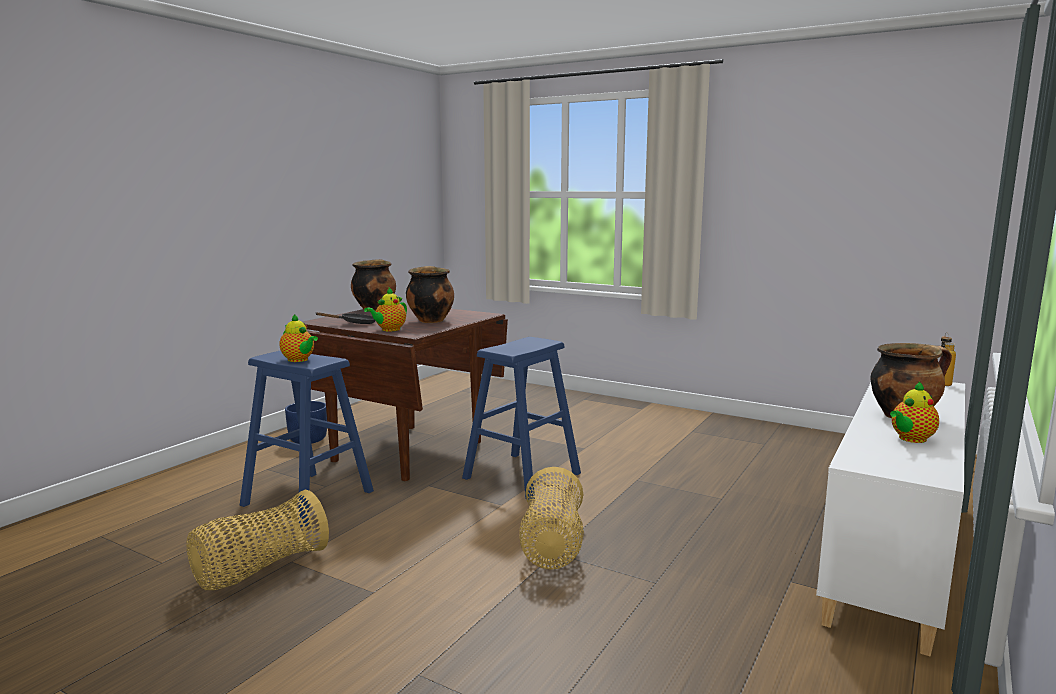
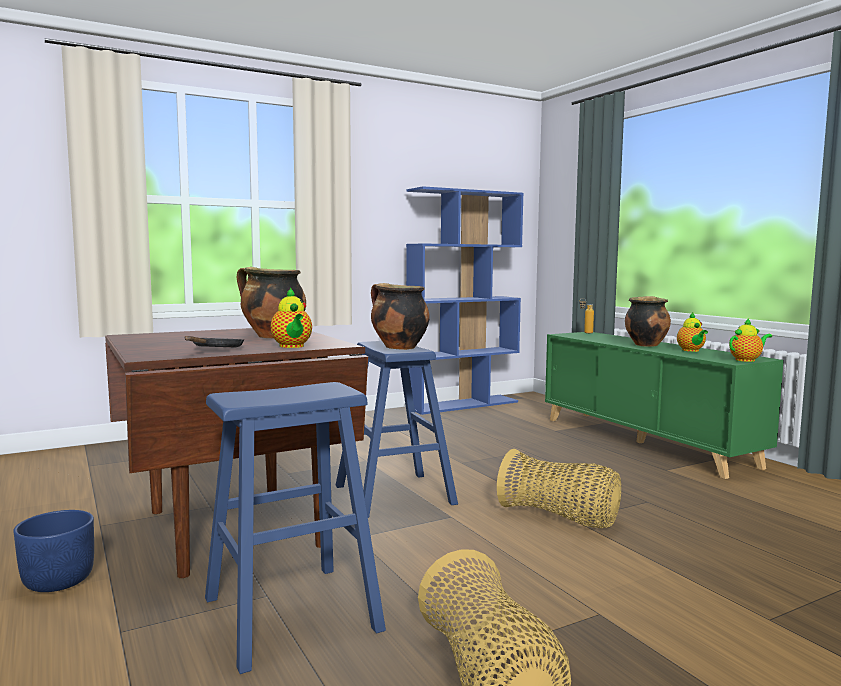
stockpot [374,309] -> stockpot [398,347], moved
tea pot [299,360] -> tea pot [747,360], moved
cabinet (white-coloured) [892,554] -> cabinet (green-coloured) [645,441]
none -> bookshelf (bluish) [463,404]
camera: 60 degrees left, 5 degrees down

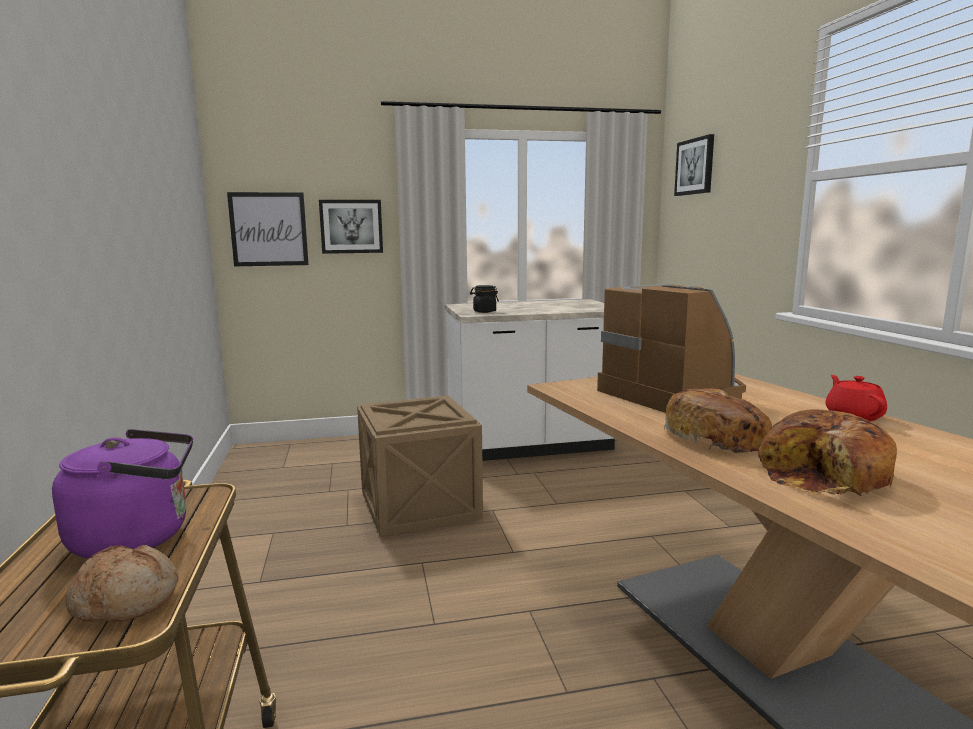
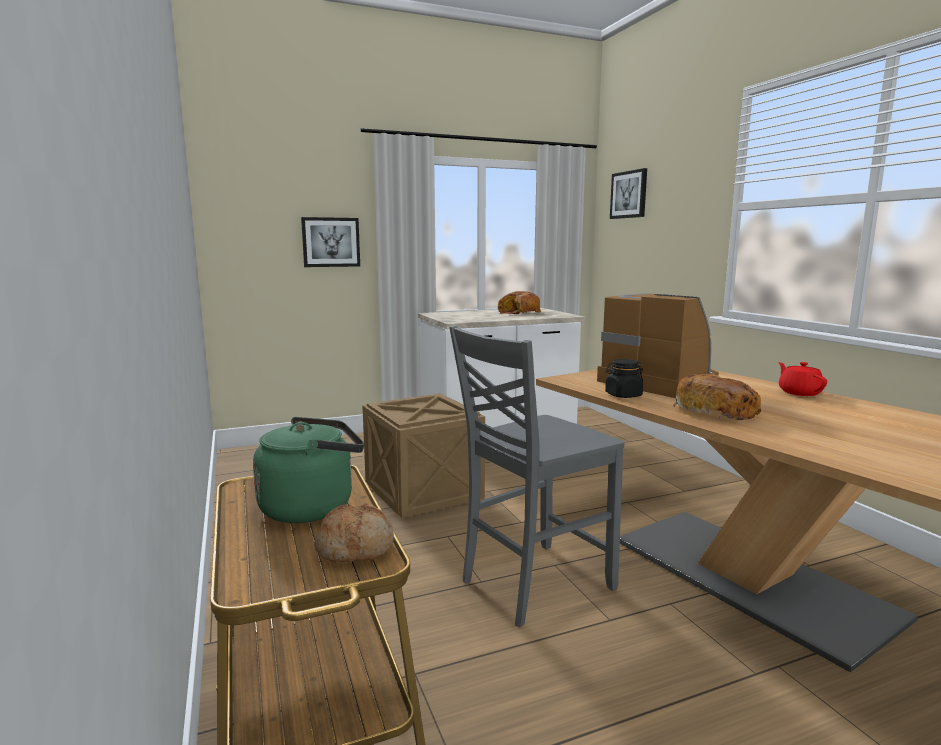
picture [269,229] -> none
jar (black-coloured) [484,311] -> jar (black-coloured) [623,395], moved
baked bread [826,476] -> baked bread [519,313], moved
kettle (purple-coloured) [138,537] -> kettle (green-coloured) [313,506]
none -> upright chair (greyish) [533,584]
camera: 10 degrees left, 0 degrees up

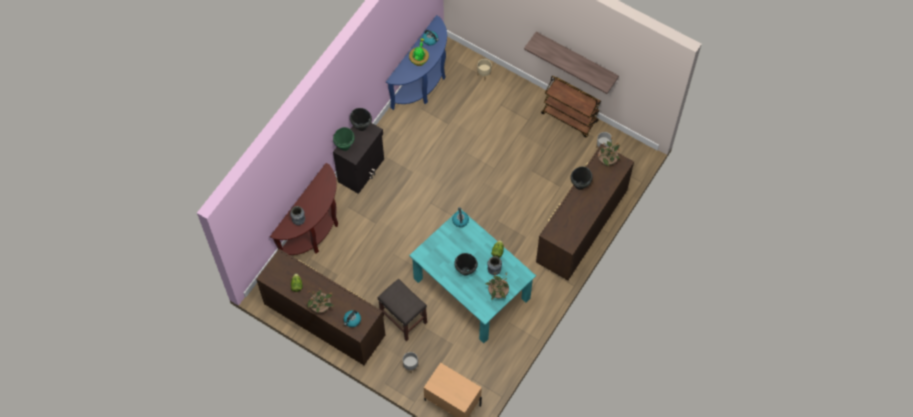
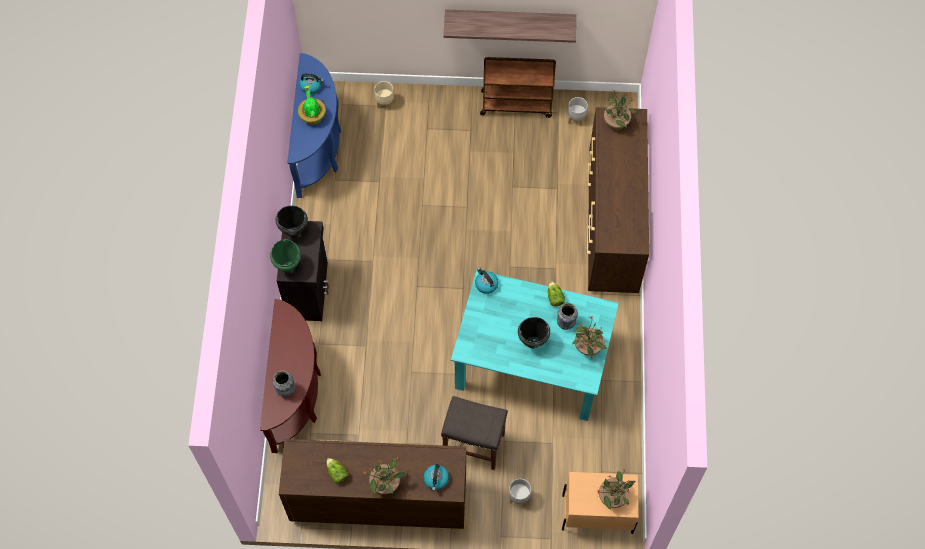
stockpot (black-coloured) [579,185] -> none
none -> houseplant [613,497]
camera: 30 degrees left, 0 degrees up

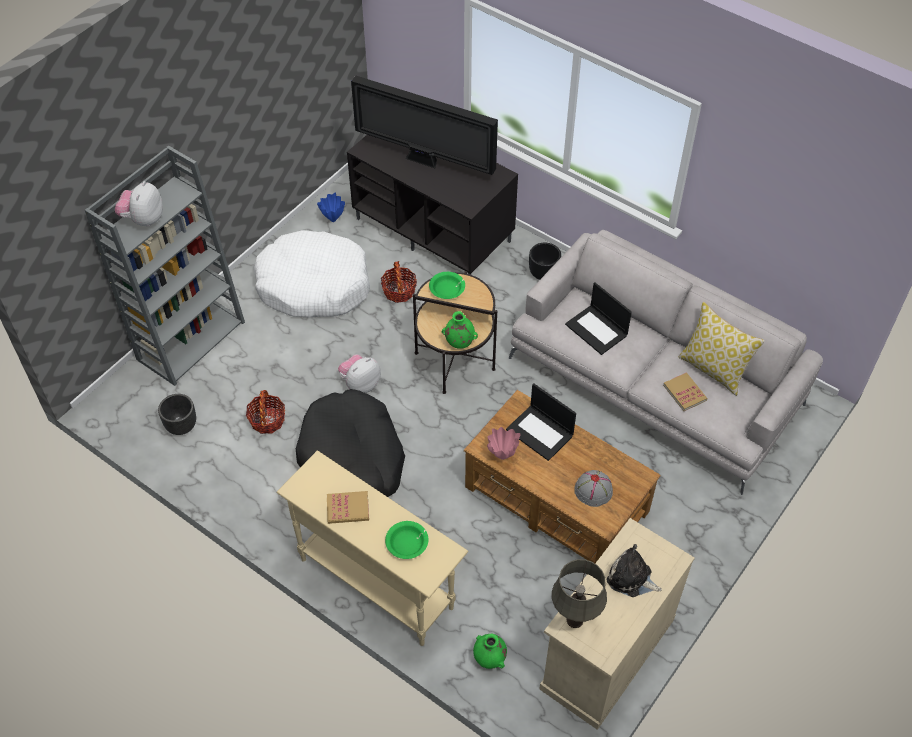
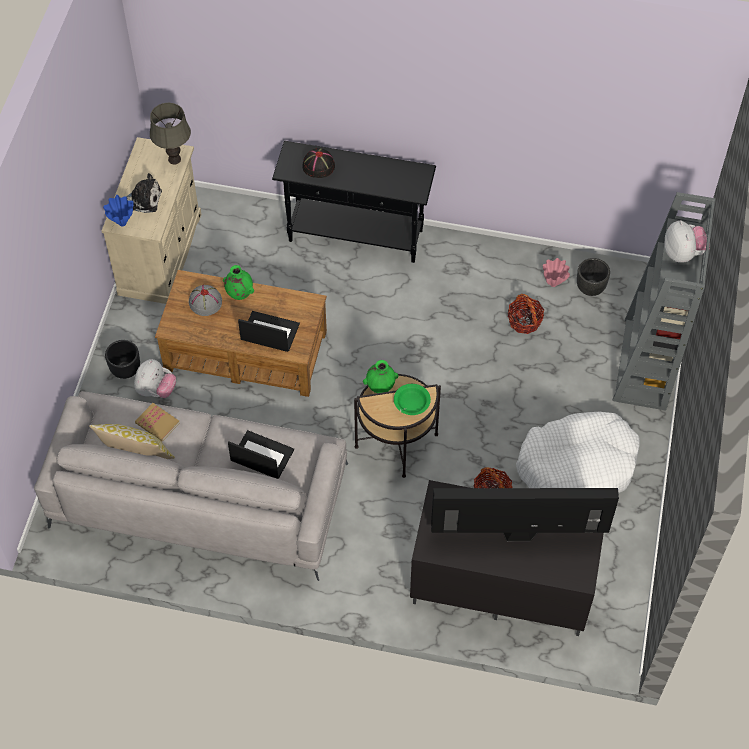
vase (bluish) [333,220] -> vase (bluish) [122,223], moved
plant pot (black-coloured) [544,274] -> plant pot (black-coloured) [125,370], moved
cuddly toy [360,384] -> cuddly toy [156,390], moved
dog cushion (black-coloured) [352,459] -> none
vase (pink) [502,456] -> vase (pink) [554,284], moved
narrow table (sand-coloured) [376,582] -> narrow table (black-coloured) [356,236]
volume [348,508] -> none
deep dish (green-coloured) [407,543] -> wearable hat (black-coloured) [318,166]
vase (green-coloured) [489,659] -> vase (green-coloured) [239,294], moved
camera: 155 degrees right, 5 degrees up

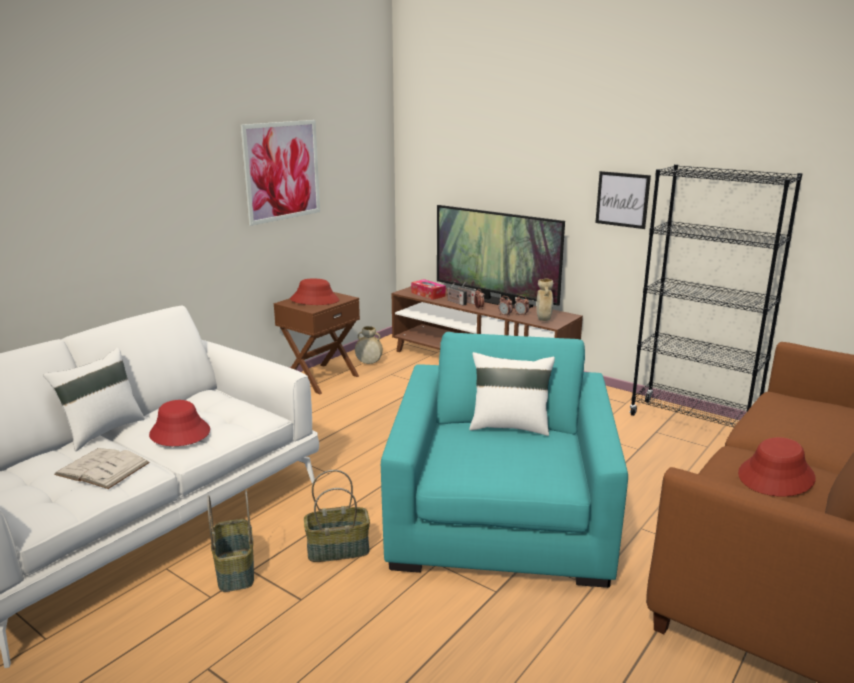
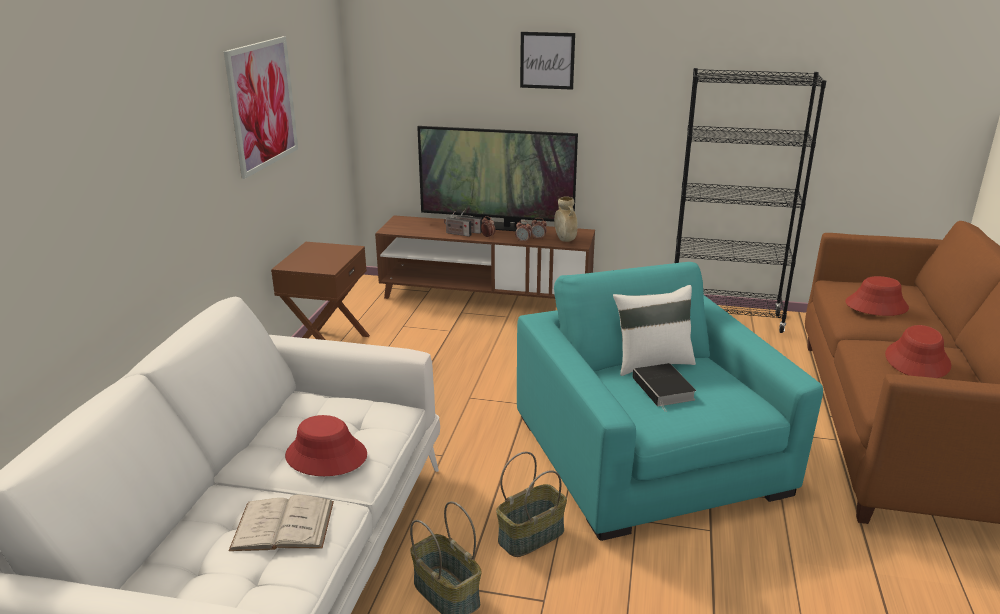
picture [622,199] -> picture [547,60], moved
wearable hat (red-coloured) [314,300] -> wearable hat (red-coloured) [876,306], moved
box of tissues [428,294] -> none
vase (sand-coloured) [368,363] -> none
pillow (white-coloured) [102,431] -> none
none -> volume [664,389]
camera: 25 degrees left, 5 degrees up

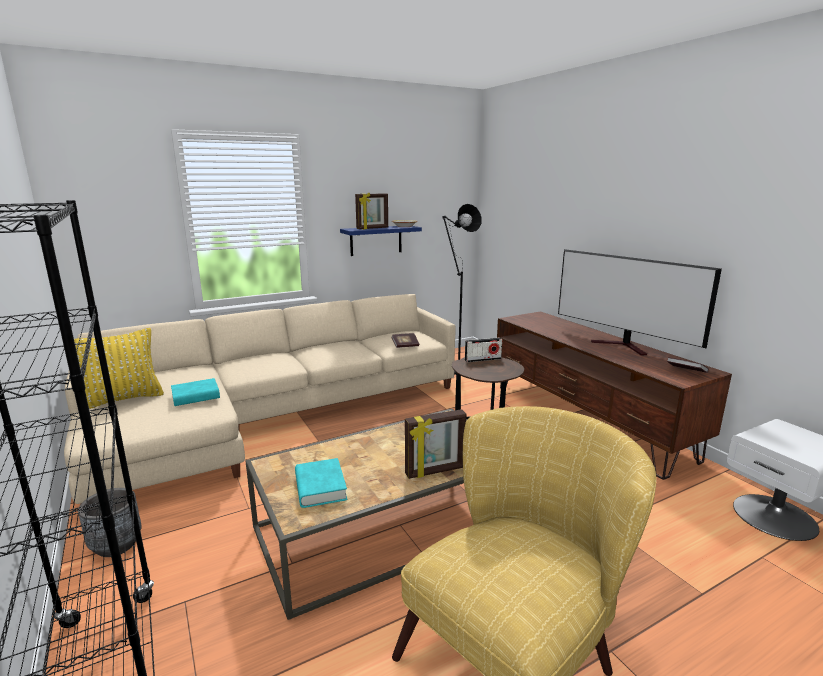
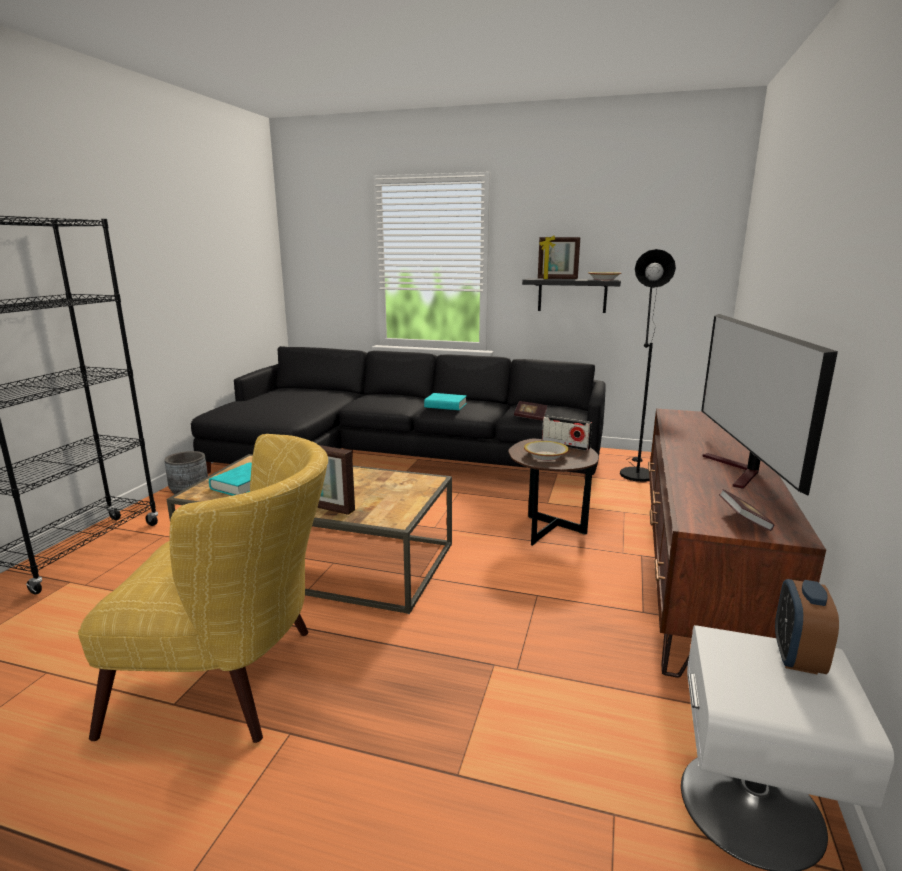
bracket shelf (bluish) [376,240] -> bracket shelf (black-coloured) [572,295]
couch (sand-coloured) [269,416] -> couch (black-coloured) [393,456]
pillow (yellowish) [122,399] -> none
volume (blue-green) [196,396] -> volume (blue-green) [445,405], moved
none -> deep dish [545,456]
none -> bedside clock [797,657]
camera: 45 degrees right, 0 degrees up

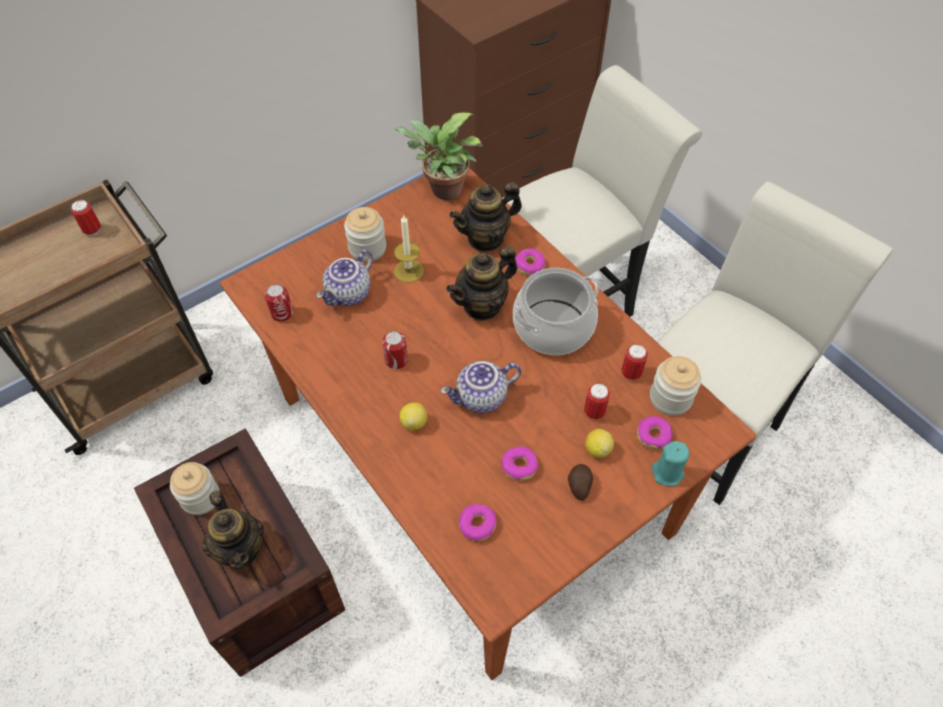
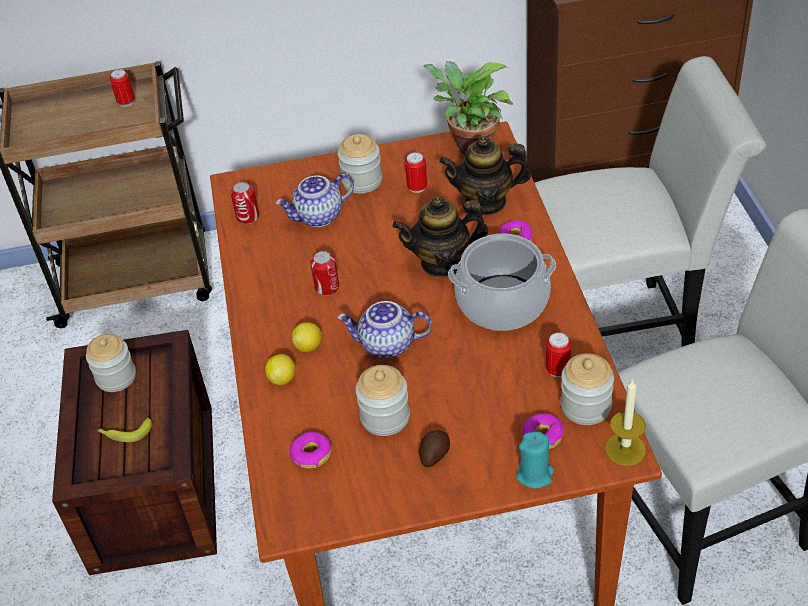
wax light [409,271] -> wax light [625,449], moved
can [594,412] -> can [417,187], moved
lemon [597,449] -> lemon [282,379], moved
ring doughnut [519,466] -> jar [385,417]
tea pot [240,548] -> banana fruit [125,433]
camera: 30 degrees right, 10 degrees down

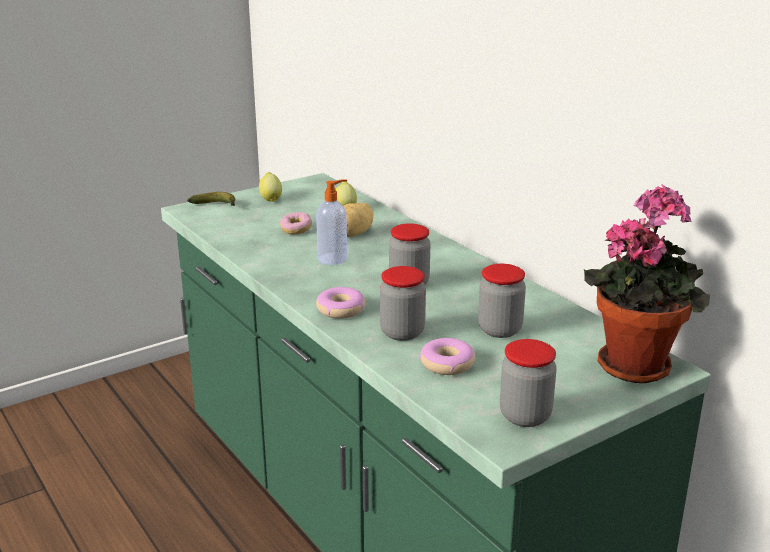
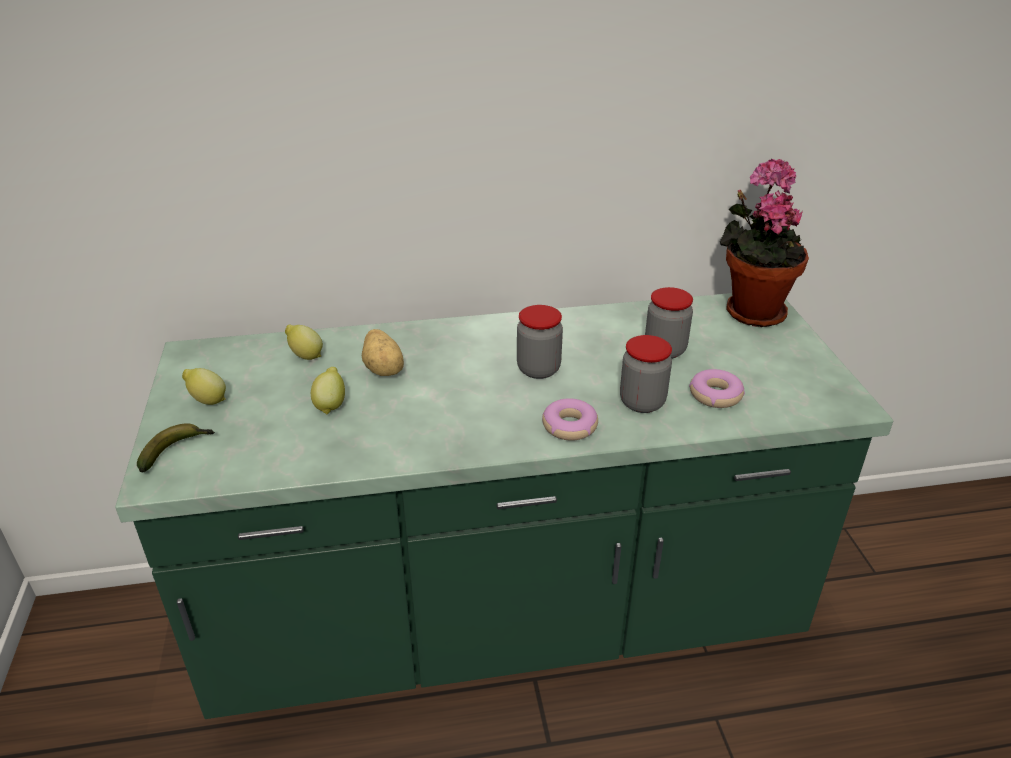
liquid soap bottle [333,259] -> none
ring doughnut [296,230] -> lemon [331,405]
jar [525,416] -> none
camera: 65 degrees left, 10 degrees up

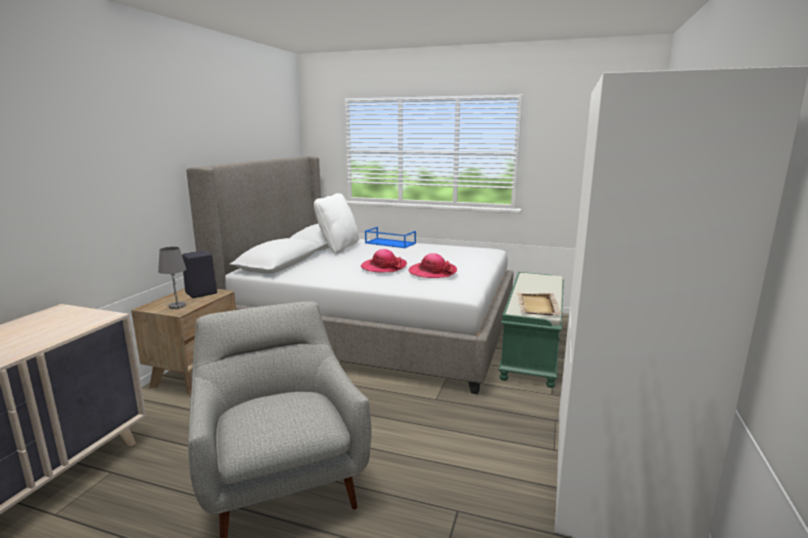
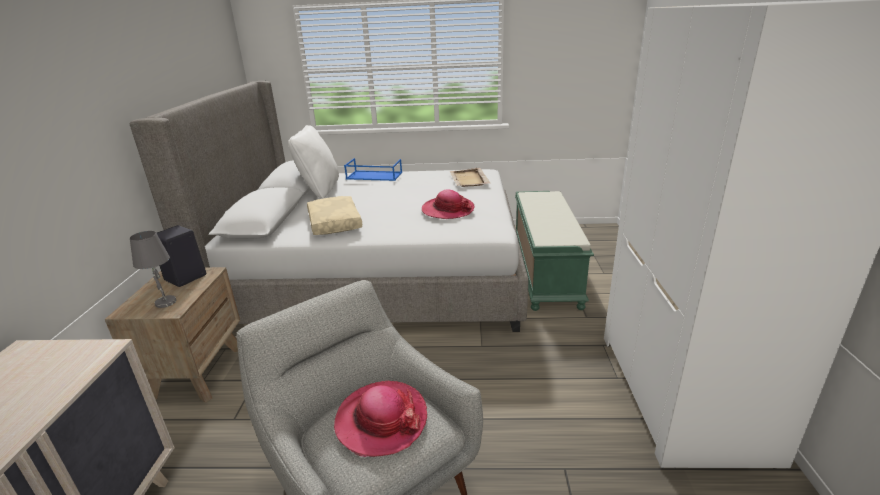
wearable hat [383,267] -> wearable hat [381,420], moved
serving tray (sand-coloured) [537,306] -> serving tray (sand-coloured) [469,179], moved
none -> pillow (sand-coloured) [333,223]
camera: 15 degrees left, 10 degrees up

